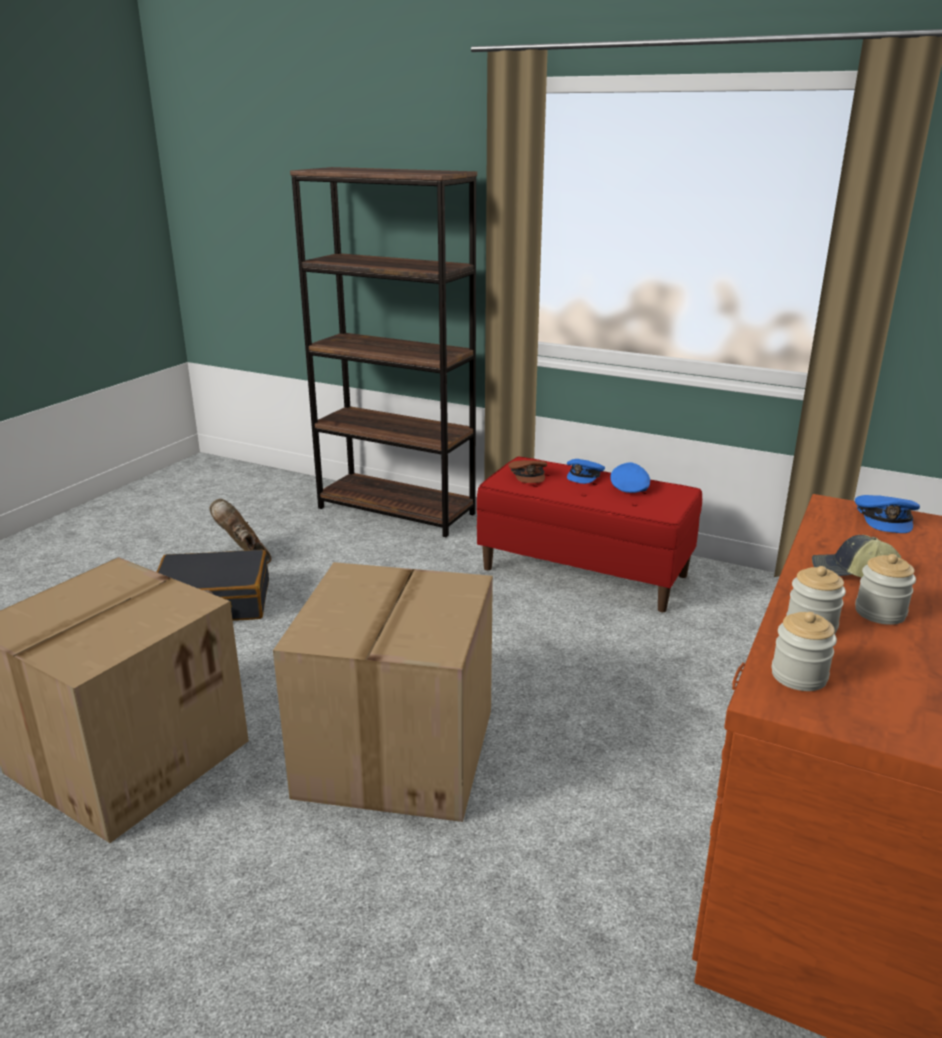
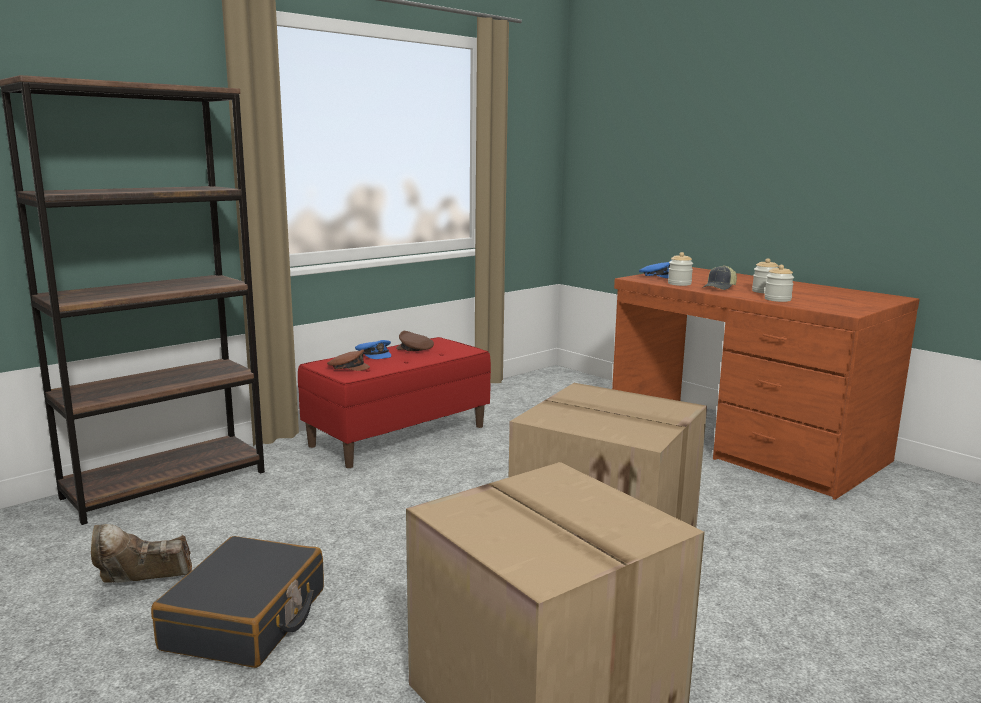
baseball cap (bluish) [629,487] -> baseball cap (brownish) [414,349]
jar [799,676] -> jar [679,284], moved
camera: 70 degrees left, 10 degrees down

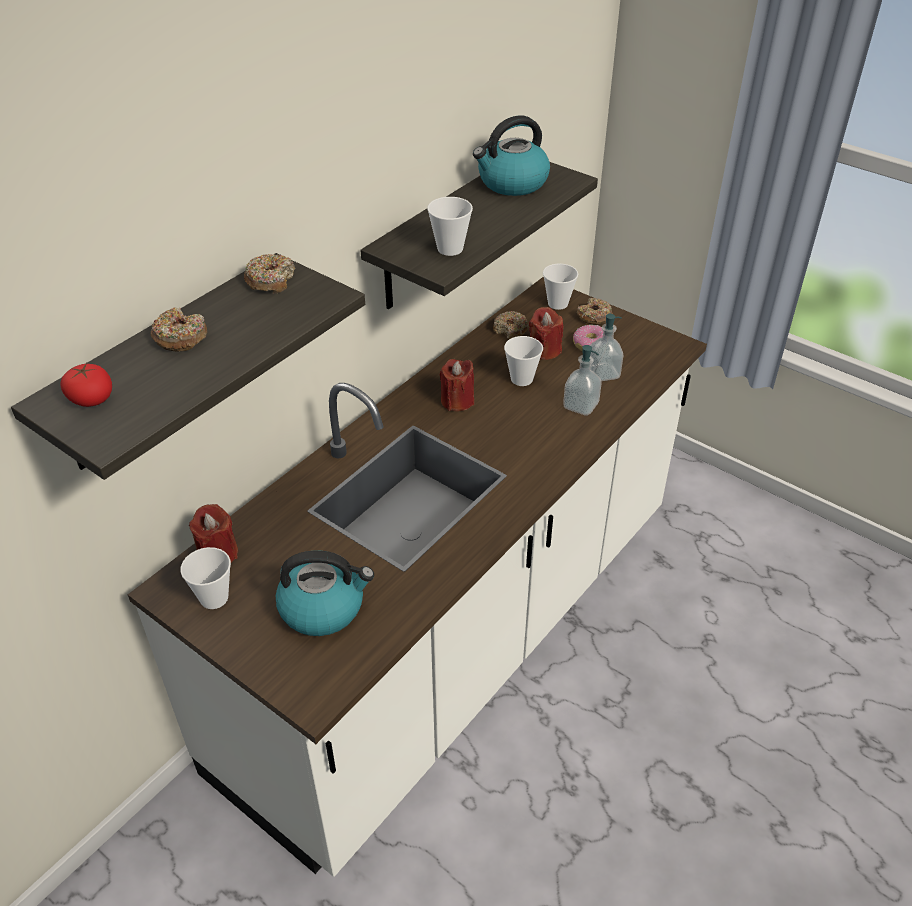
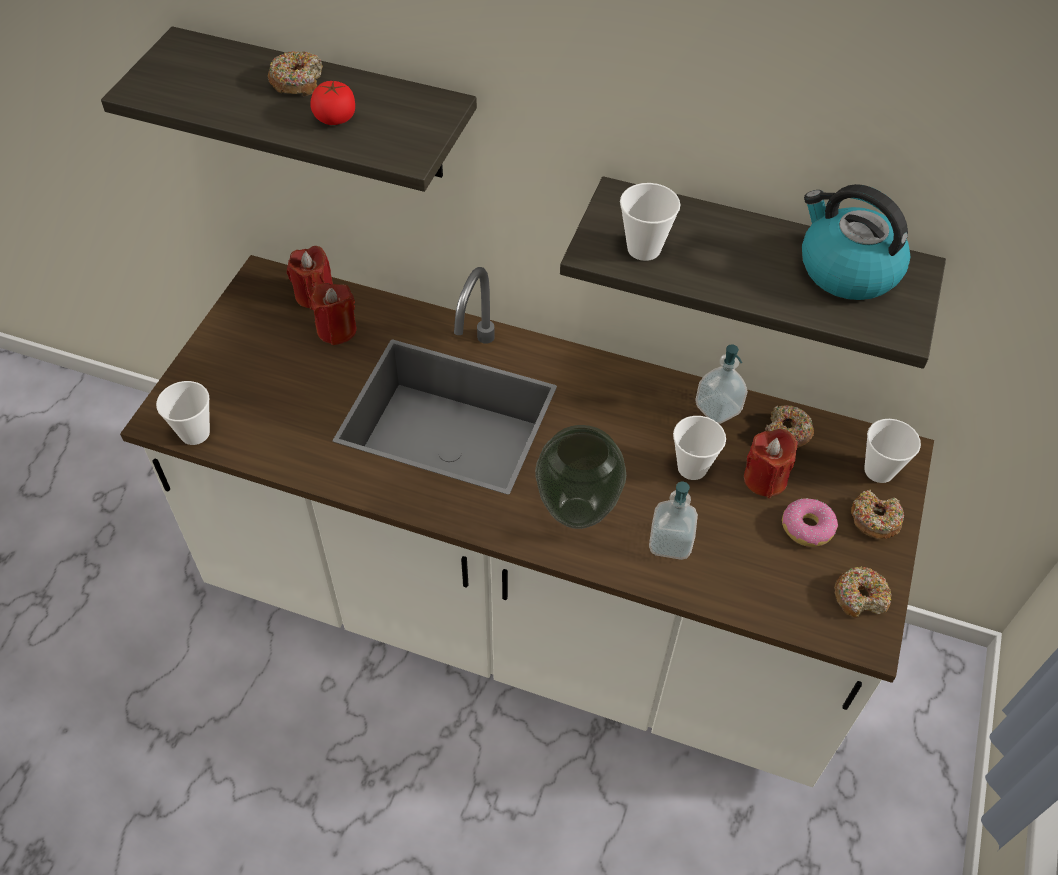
ring doughnut [270,281] -> ring doughnut [860,597], moved
liquid soap bottle [603,373] -> liquid soap bottle [717,409], moved
wax light (red-coloured) [457,401] -> wax light (red-coloured) [337,330], moved
fresh tomato [91,398] -> fresh tomato [335,117], moved
small cup [214,598] -> small cup [195,433], moved
kettle [323,607] -> none
none -> vase [578,513]
camera: 70 degrees right, 10 degrees up

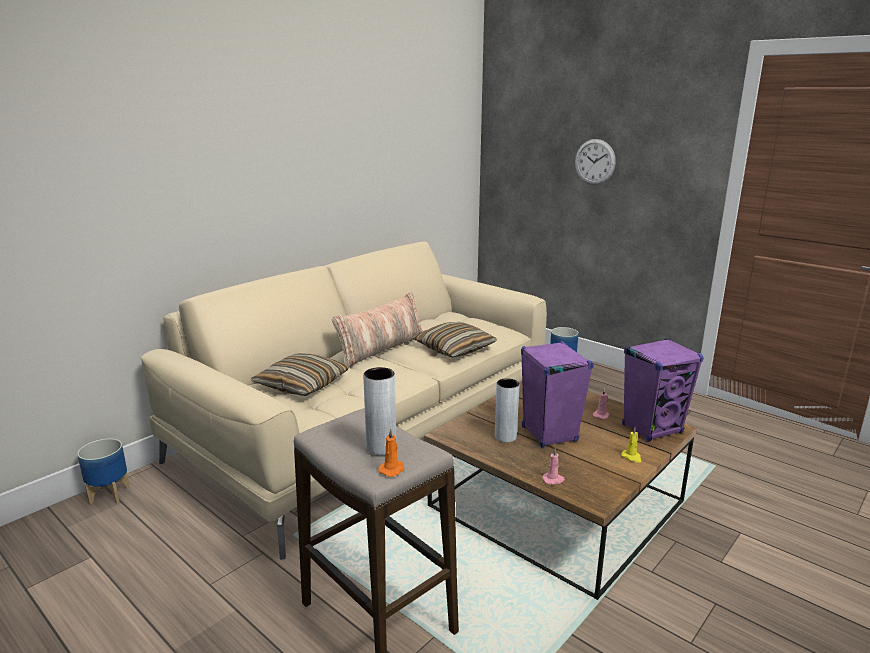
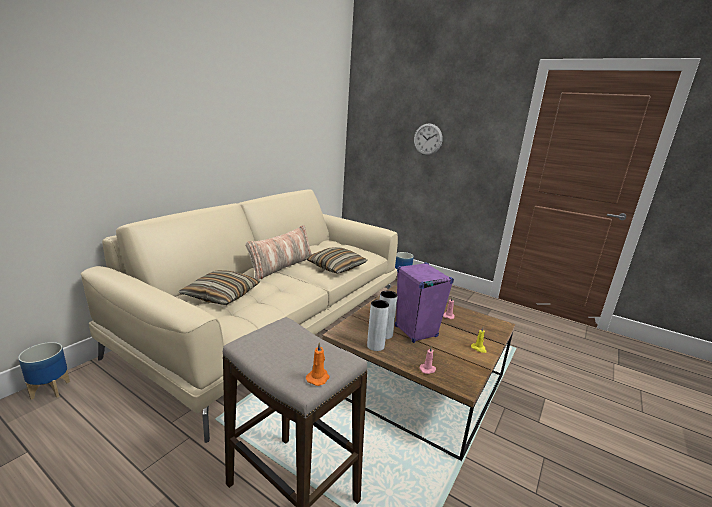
loudspeaker (purple-coloured) [652,429] -> none
vase (greyish) [381,447] -> vase (greyish) [375,346], moved
camera: 10 degrees left, 0 degrees up

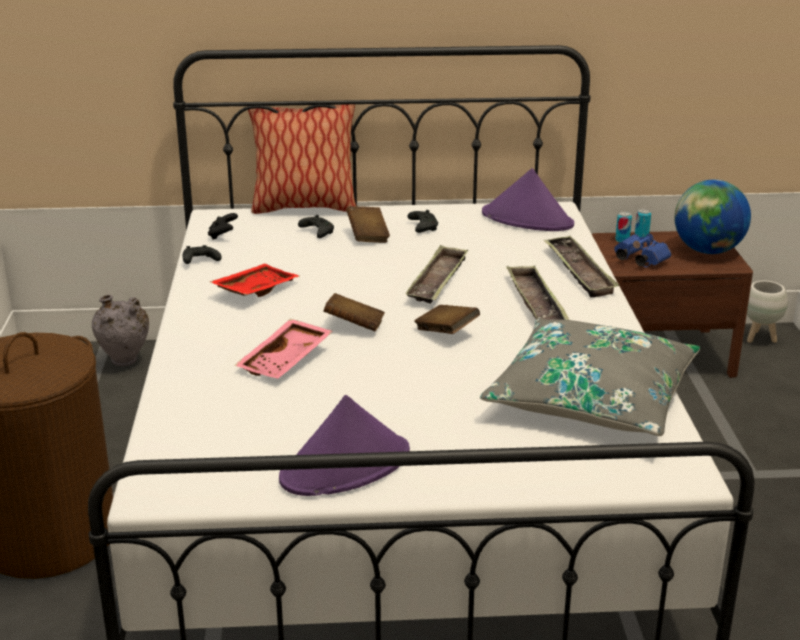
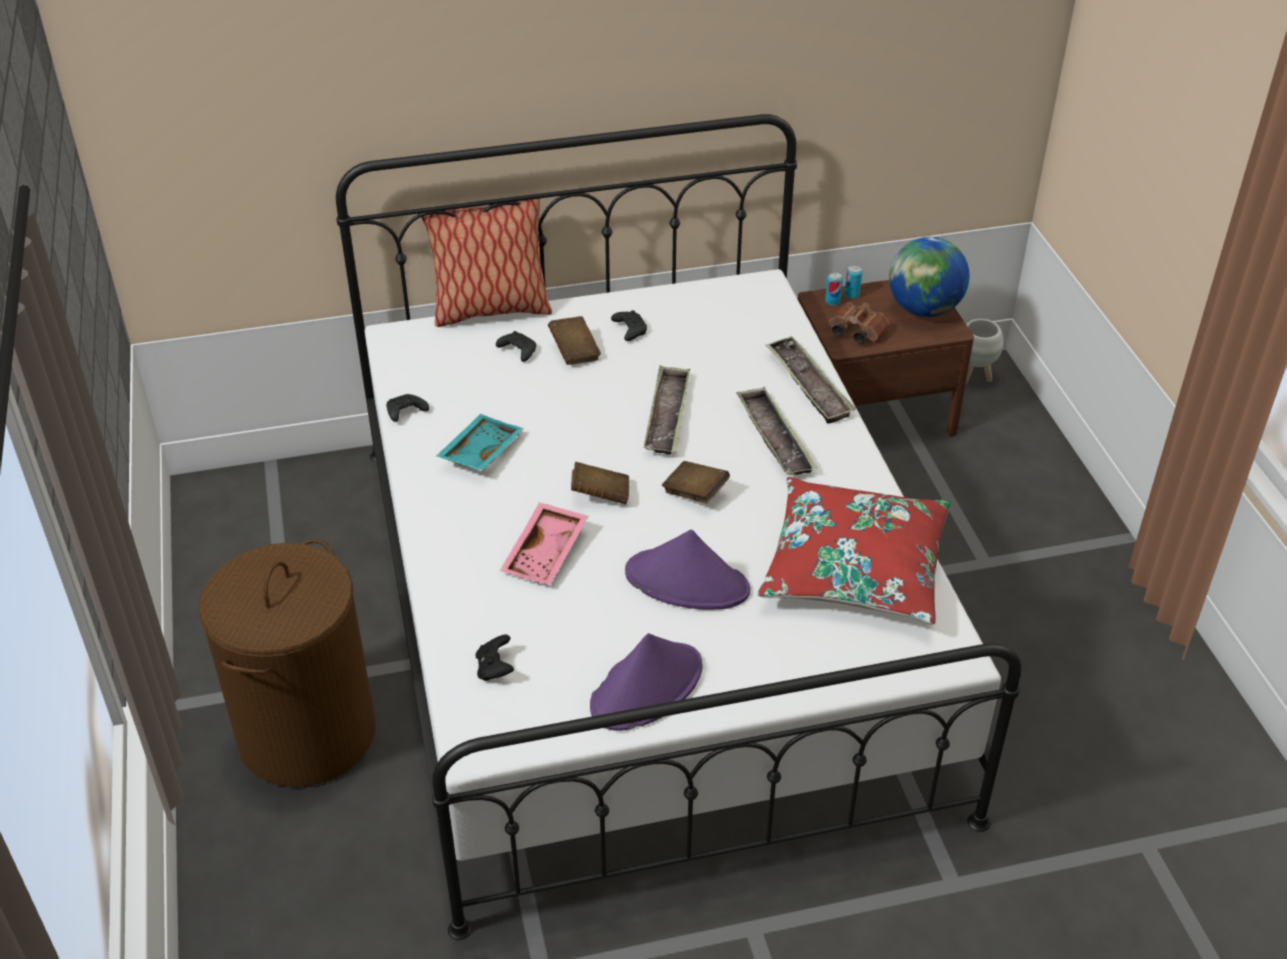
wearable hat (purple-coloured) [527,219] -> wearable hat (purple-coloured) [687,582], moved
joypad (black-coloured) [223,235] -> joypad (black-coloured) [495,669], moved
binoculars (bluish) [638,260] -> binoculars (brownish) [855,332]
serving tray (red-coloured) [254,290] -> serving tray (blue-green) [480,451]
vase (greyish) [125,363] -> none
pillow (greyish) [591,397] -> pillow (red-coloured) [854,566]
camera: 10 degrees left, 15 degrees up

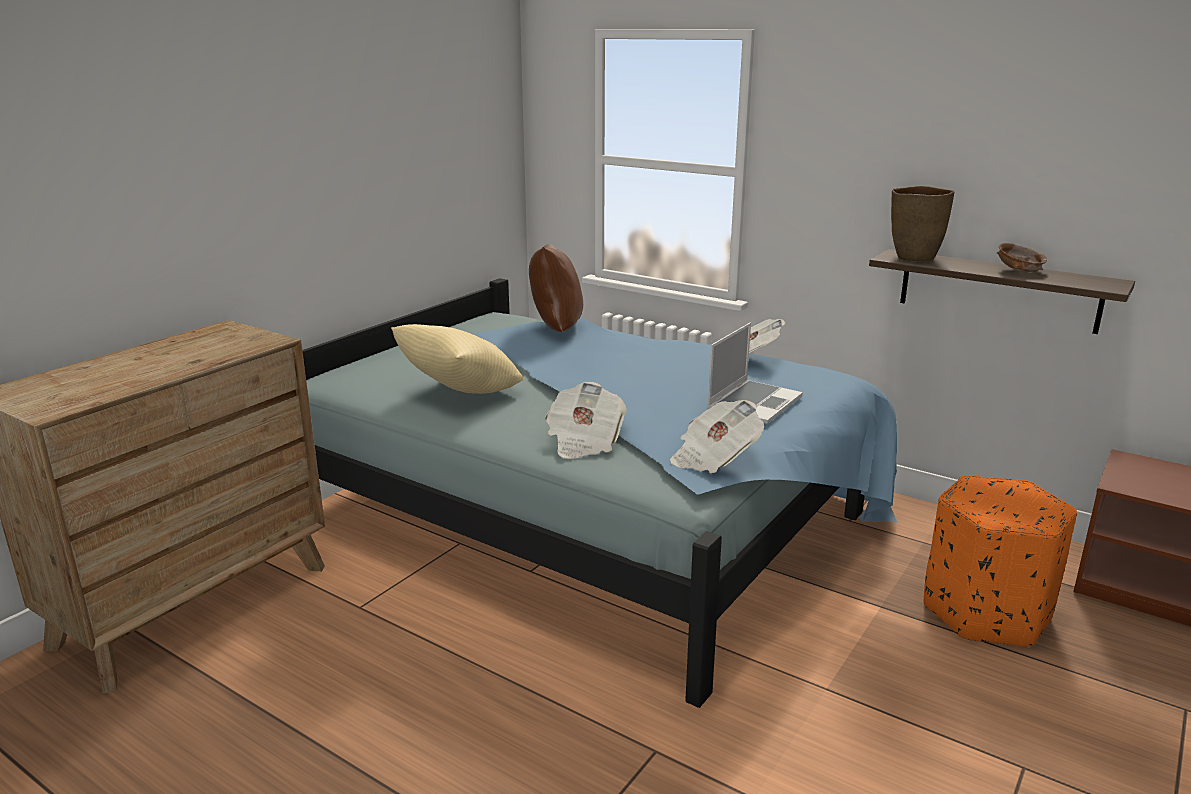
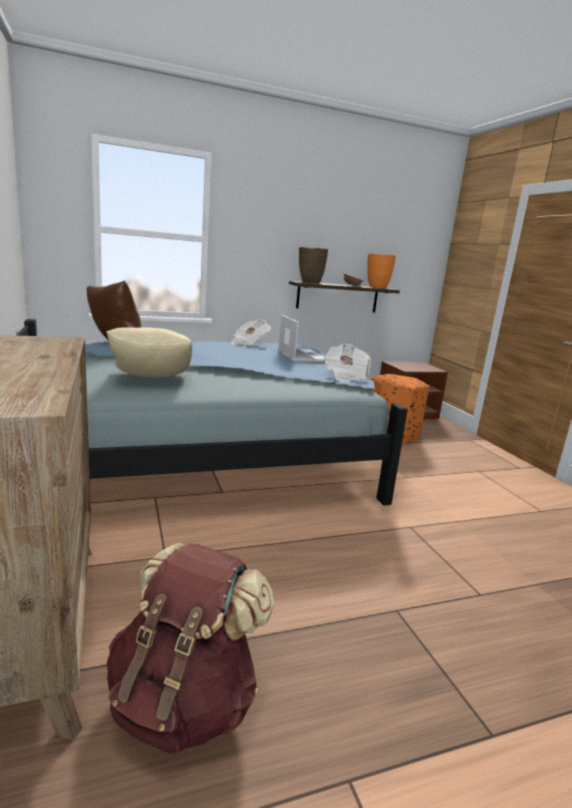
printed paper [584,441] -> none
none -> vase (orange) [377,287]
none -> knapsack (brownish) [184,701]
camera: 55 degrees left, 5 degrees down

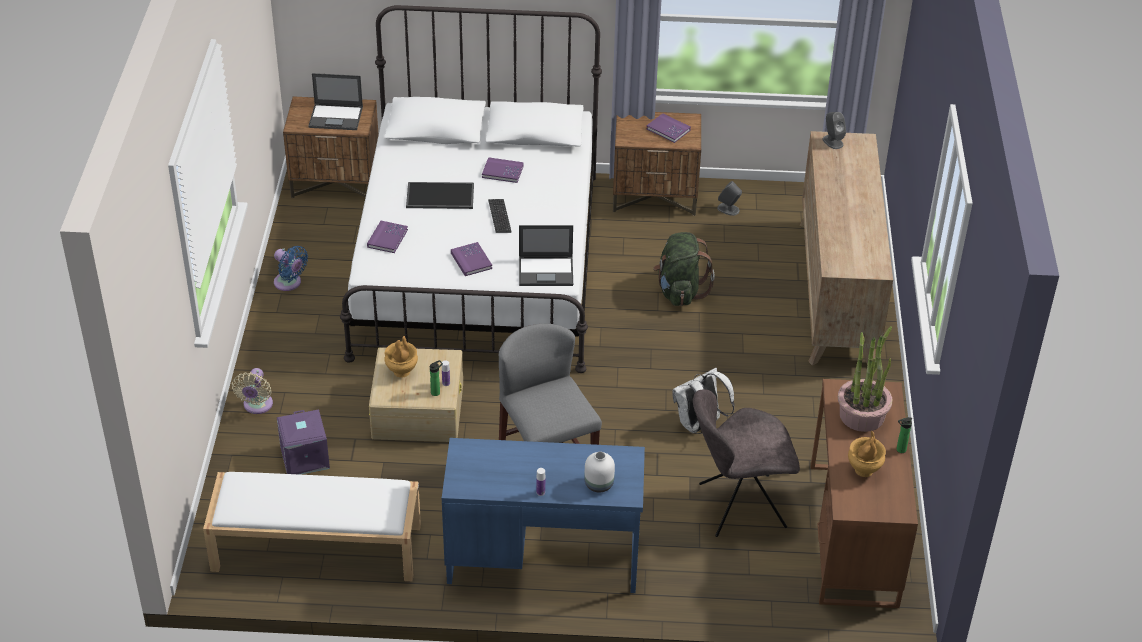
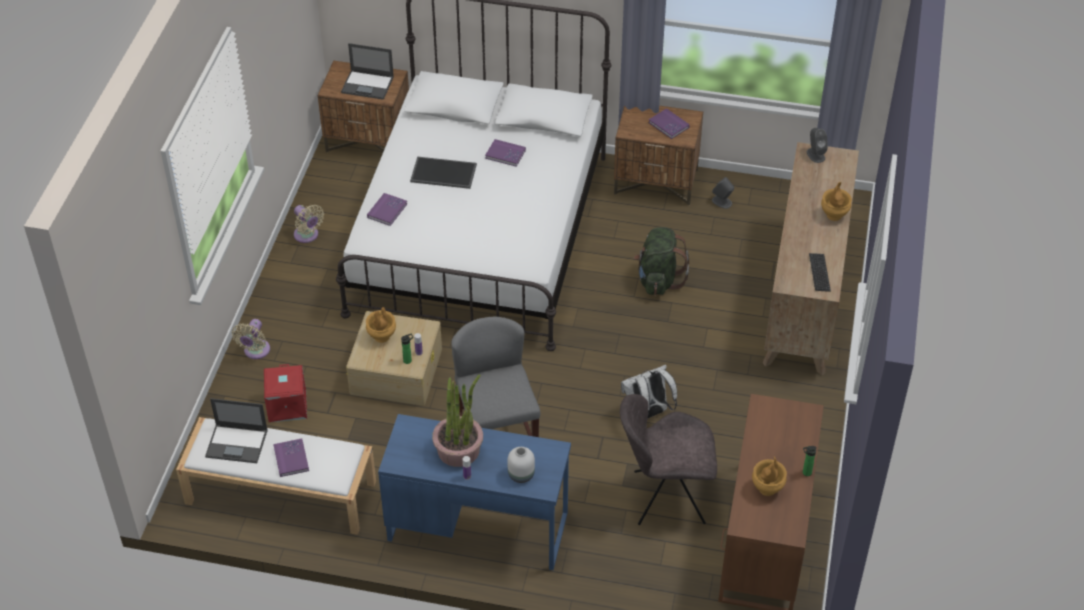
keyboard [499,217] -> keyboard [819,273], moved
laptop [546,271] -> laptop [237,443], moved
volume (purple-coloured) [471,261] -> volume (purple-coloured) [291,459], moved
electric fan (bluish) [289,283] -> electric fan (sand-coloured) [307,236]
houseplant [862,415] -> houseplant [459,449], moved
storage box (purple-coloured) [303,457] -> storage box (red-coloured) [286,405]
none -> vase (brownish) [834,215]
camera: 10 degrees right, 5 degrees up

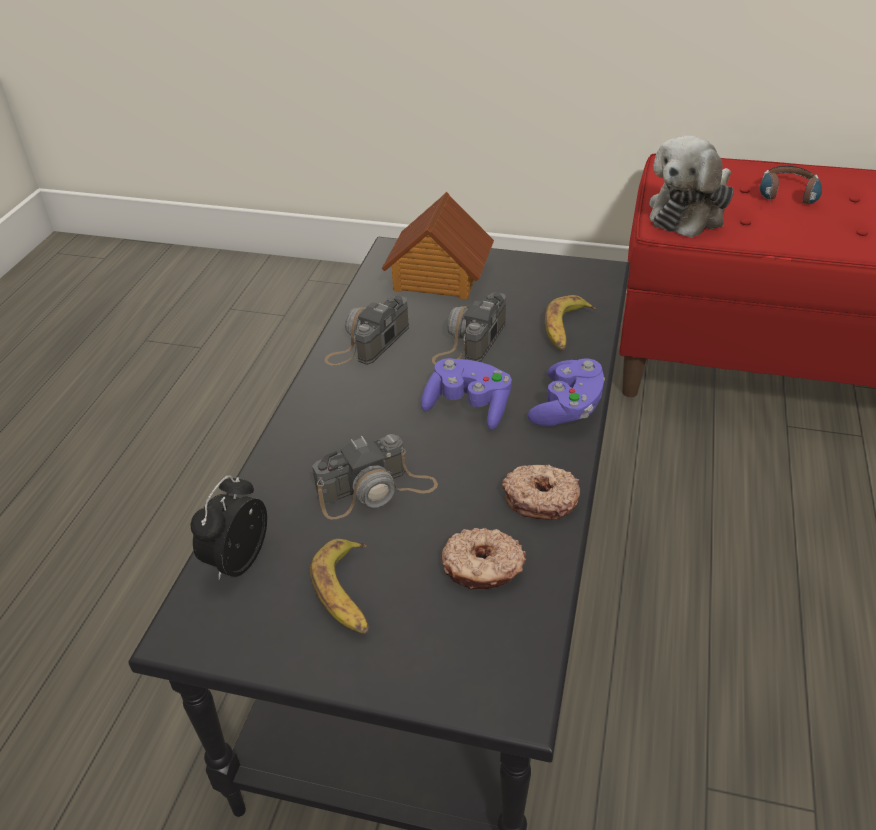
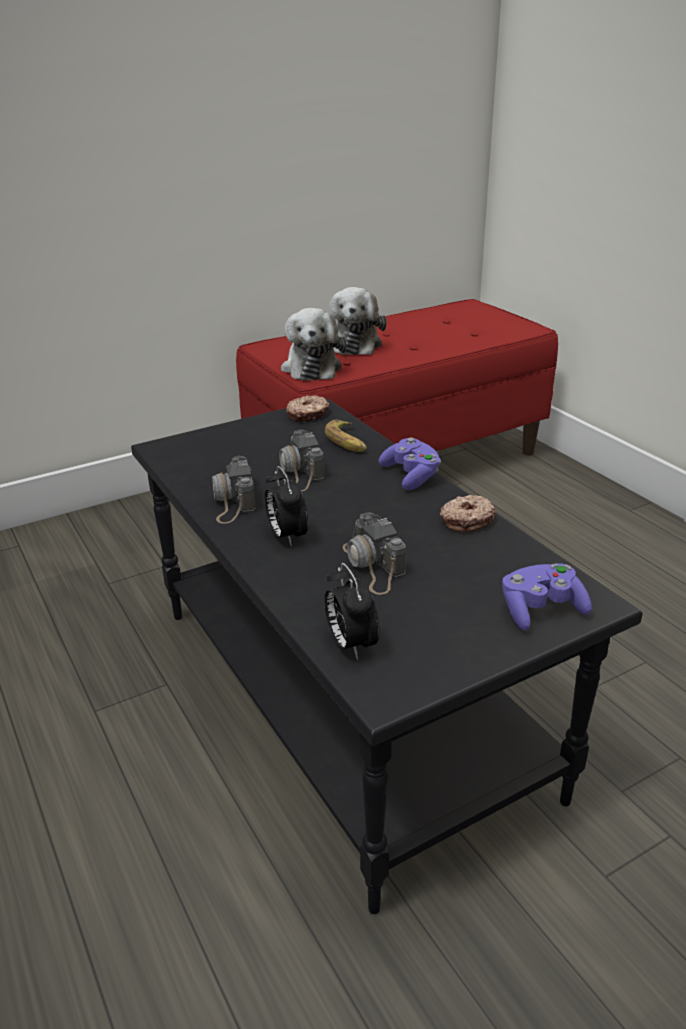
pair of headphones [788,198] -> cuddly toy [354,343]
miniature house [438,277] -> none
joypad (purple-coloured) [468,407] -> joypad (purple-coloured) [541,610], moved
photo camera [376,490] -> photo camera [373,565], 135 degrees clockwise
ring doughnut [482,568] -> ring doughnut [308,415], moved
banana fruit [347,593] -> none
none -> bedside clock [286,536]
camera: 45 degrees left, 10 degrees down

